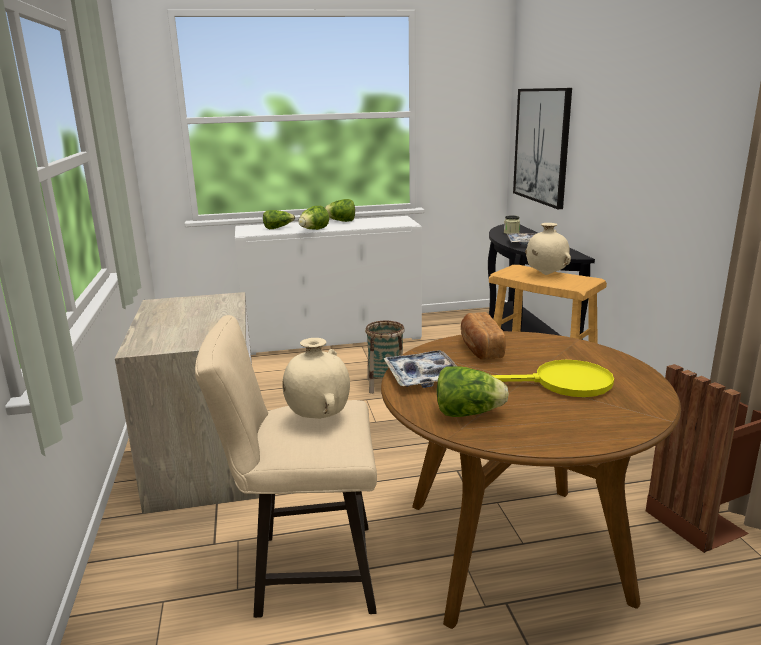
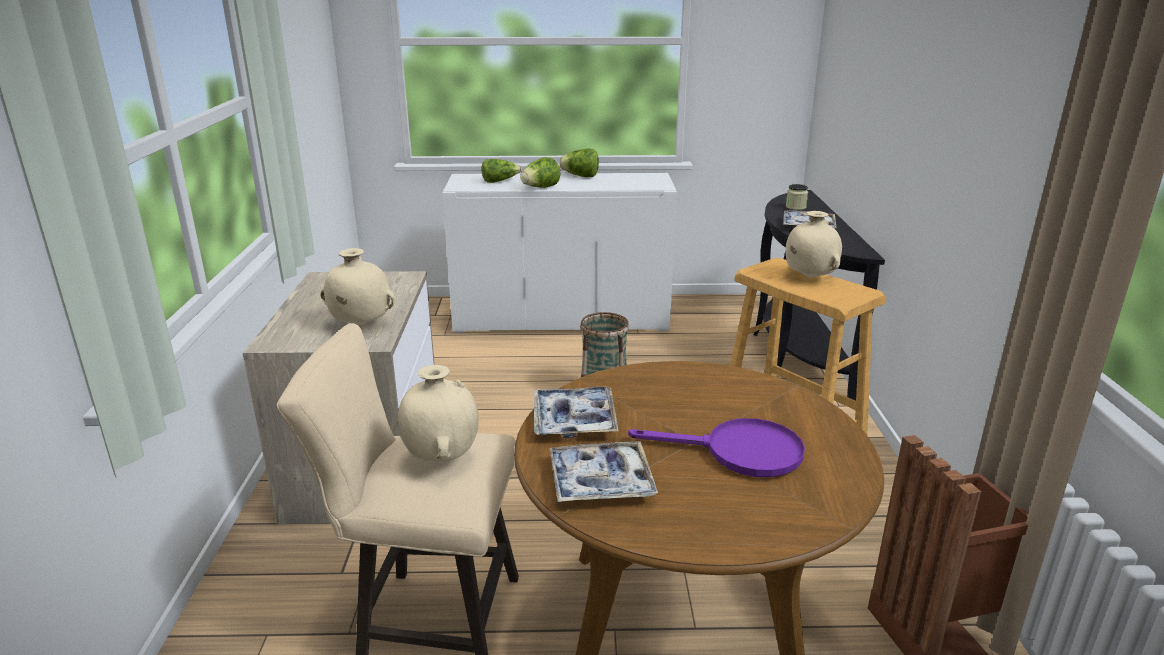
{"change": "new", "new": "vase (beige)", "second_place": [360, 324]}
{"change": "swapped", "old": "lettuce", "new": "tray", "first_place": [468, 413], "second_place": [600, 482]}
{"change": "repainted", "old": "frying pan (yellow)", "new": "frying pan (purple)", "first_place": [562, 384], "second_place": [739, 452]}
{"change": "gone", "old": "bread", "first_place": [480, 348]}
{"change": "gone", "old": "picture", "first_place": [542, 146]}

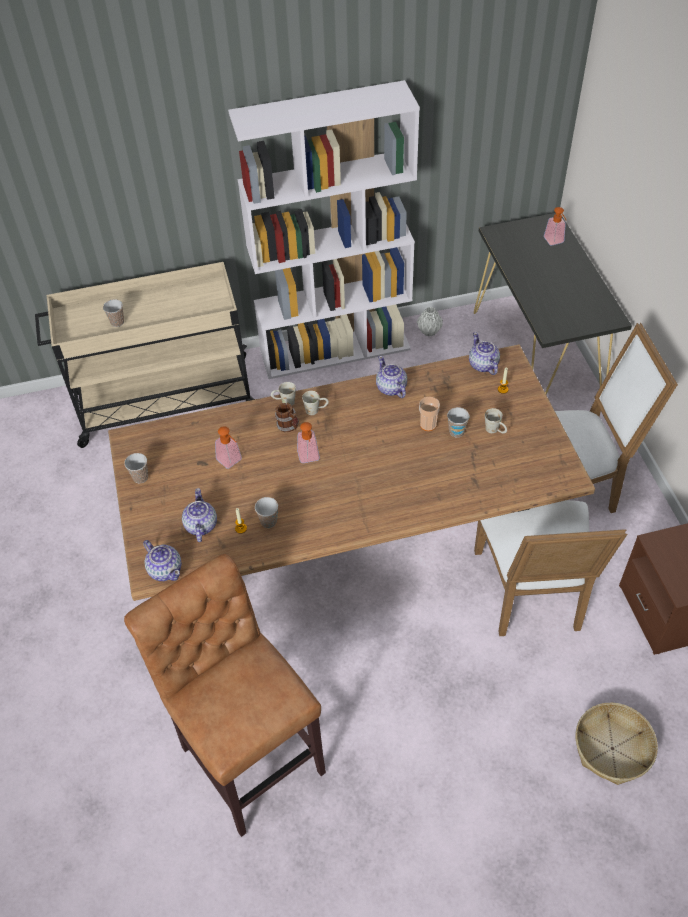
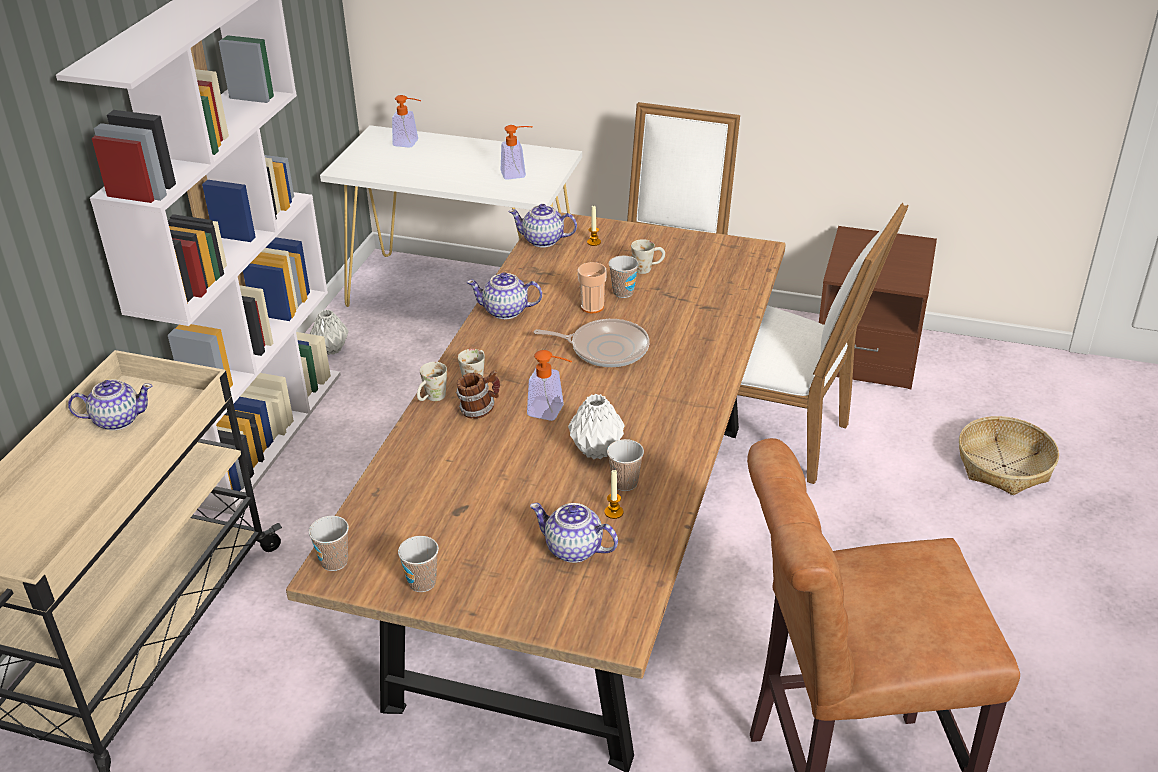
{"change": "shifted", "old": "teapot", "first_place": [165, 569], "second_place": [117, 420]}
{"change": "shifted", "old": "cup", "first_place": [117, 322], "second_place": [334, 562]}
{"change": "repainted", "old": "console table (black)", "new": "console table (white)", "first_place": [536, 358], "second_place": [464, 295]}
{"change": "shifted", "old": "soap dispenser", "first_place": [232, 462], "second_place": [518, 174]}
{"change": "new", "new": "frying pan", "second_place": [605, 349]}
{"change": "new", "new": "vase (white)", "second_place": [596, 451]}

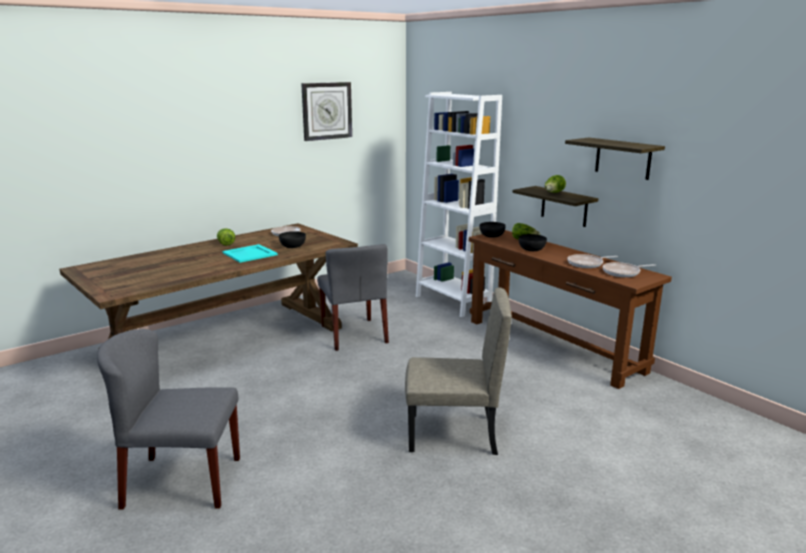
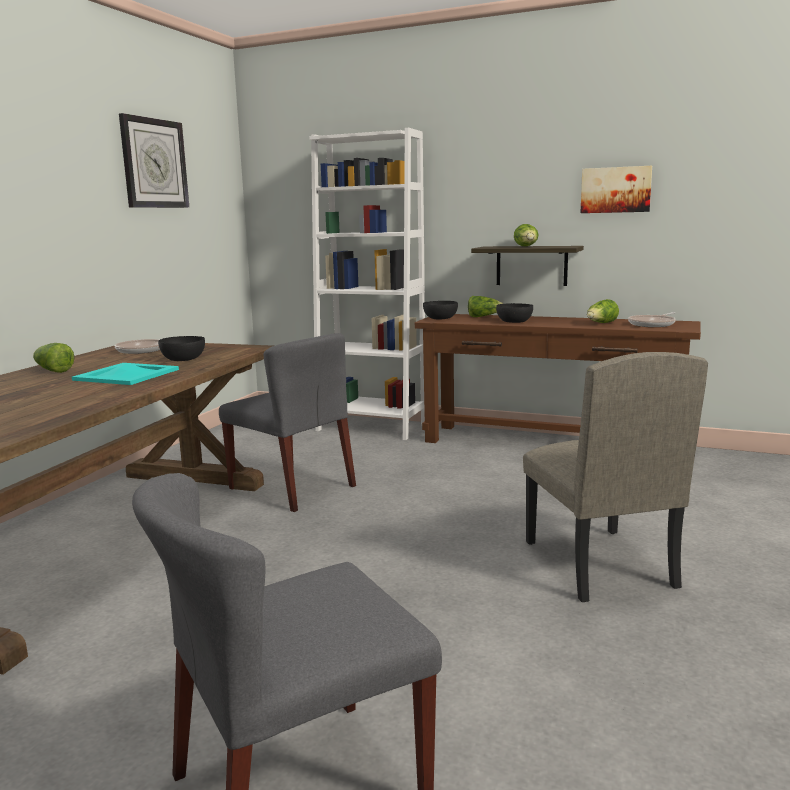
{"change": "rotated", "old": "chair (beige)", "first_place": [452, 434], "second_place": [597, 563], "degrees": 105}
{"change": "swapped", "old": "shelf", "new": "picture", "first_place": [623, 158], "second_place": [616, 190]}
{"change": "swapped", "old": "frying pan", "new": "lettuce", "first_place": [587, 264], "second_place": [601, 323]}

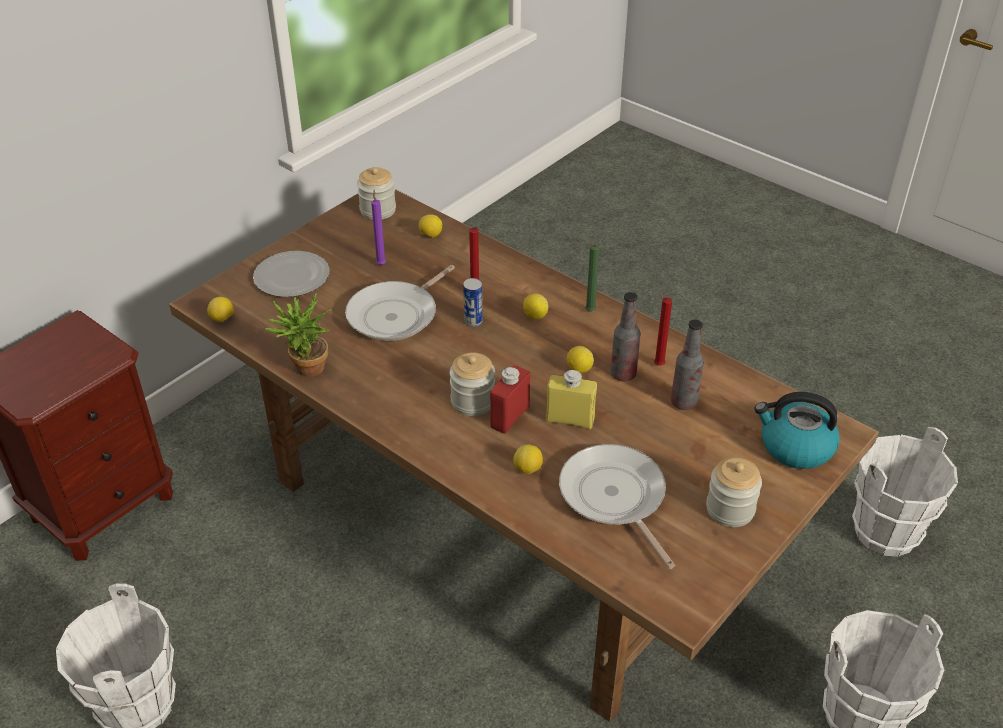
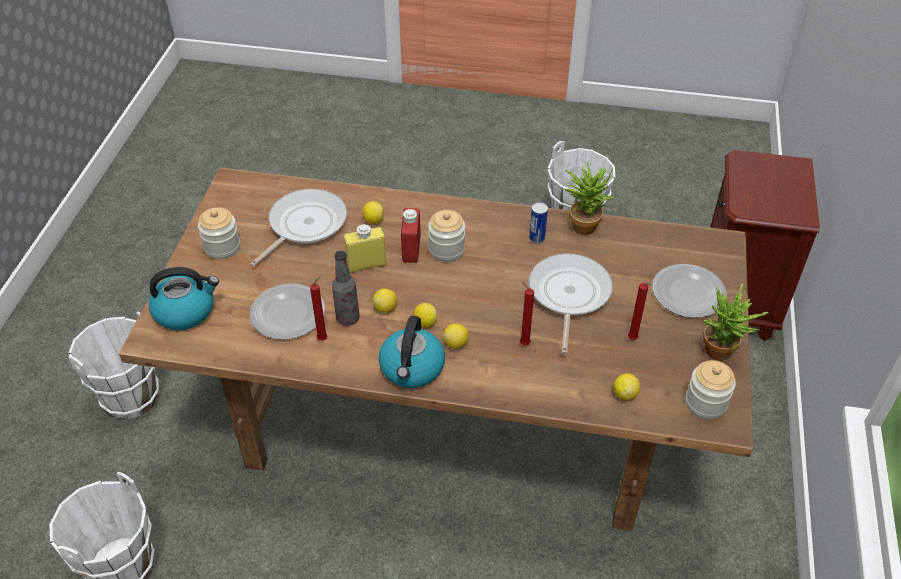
{"change": "rotated", "old": "frying pan", "first_place": [614, 498], "second_place": [304, 225], "degrees": -90}
{"change": "swapped", "old": "bottle", "new": "plate", "first_place": [683, 402], "second_place": [287, 313]}
{"change": "swapped", "old": "candle (green)", "new": "kettle", "first_place": [589, 312], "second_place": [412, 368]}
{"change": "shifted", "old": "lemon", "first_place": [222, 319], "second_place": [425, 323]}
{"change": "shifted", "old": "can", "first_place": [473, 321], "second_place": [537, 238]}
{"change": "repainted", "old": "candle (purple)", "new": "candle (red)", "first_place": [381, 263], "second_place": [633, 340]}
{"change": "new", "new": "potted plant", "second_place": [722, 354]}

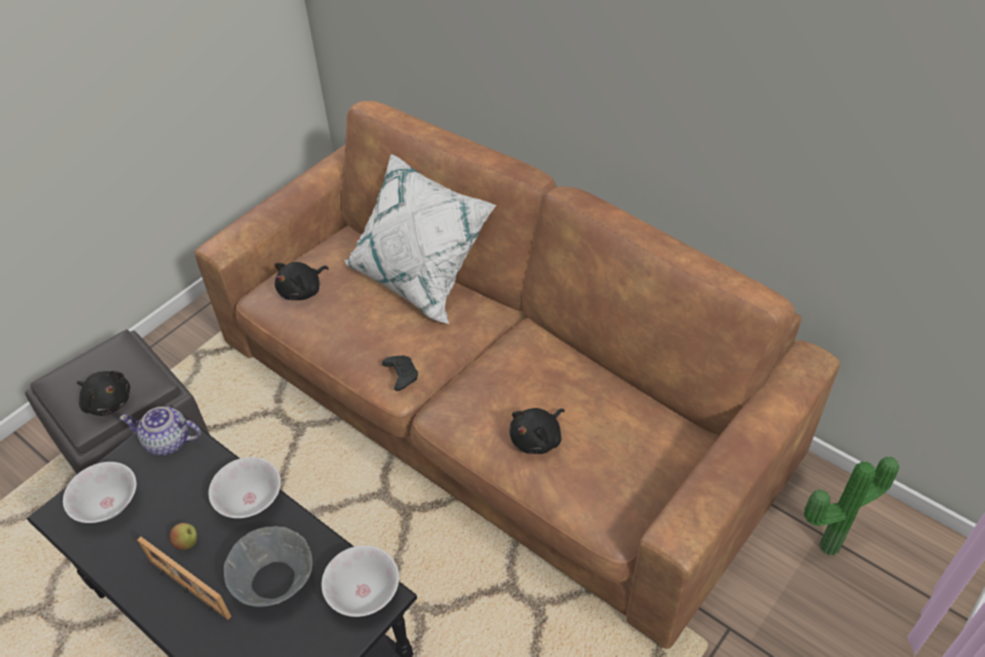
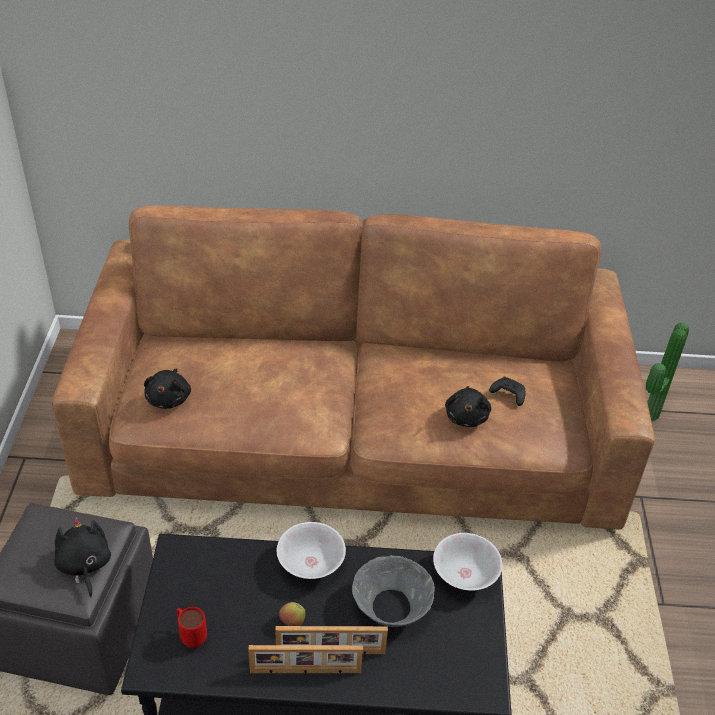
{"change": "rotated", "old": "plush toy (black)", "first_place": [108, 401], "second_place": [84, 565], "degrees": -105}
{"change": "swapped", "old": "bowl (white)", "new": "mug (red)", "first_place": [108, 505], "second_place": [190, 636]}
{"change": "new", "new": "picture frame", "second_place": [305, 672]}
{"change": "shifted", "old": "game controller (black)", "first_place": [401, 375], "second_place": [507, 394]}
{"change": "gone", "old": "teapot", "first_place": [168, 442]}
{"change": "gone", "old": "pillow (white)", "first_place": [420, 277]}

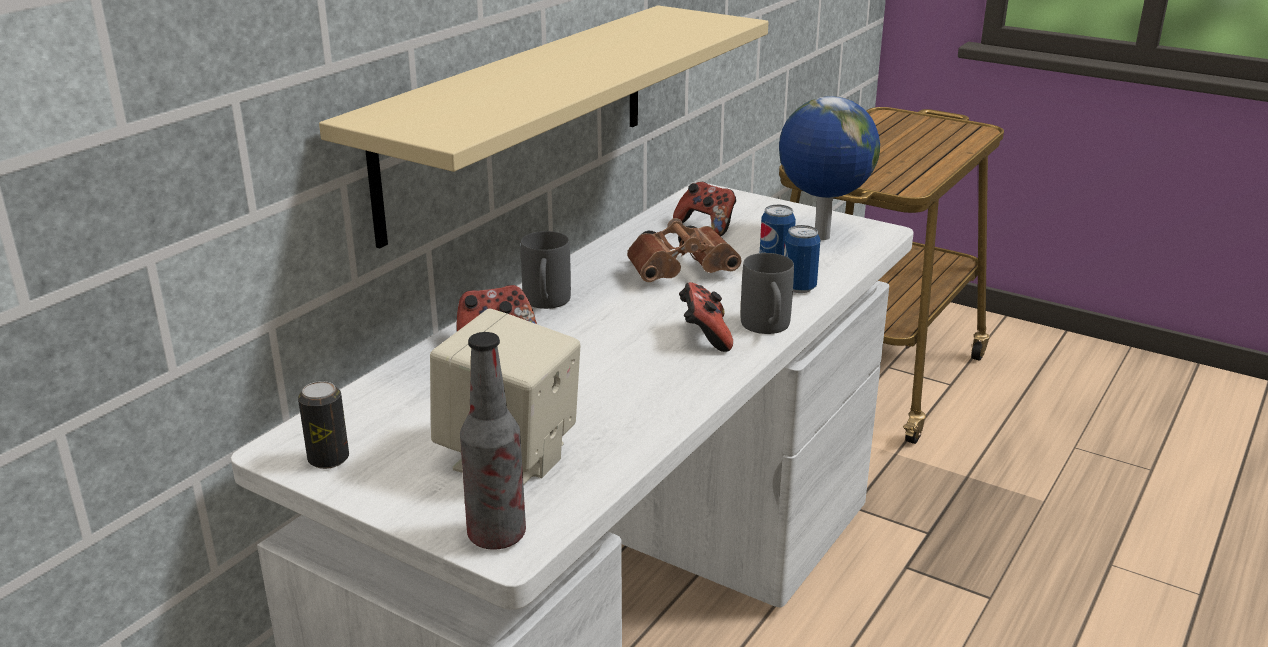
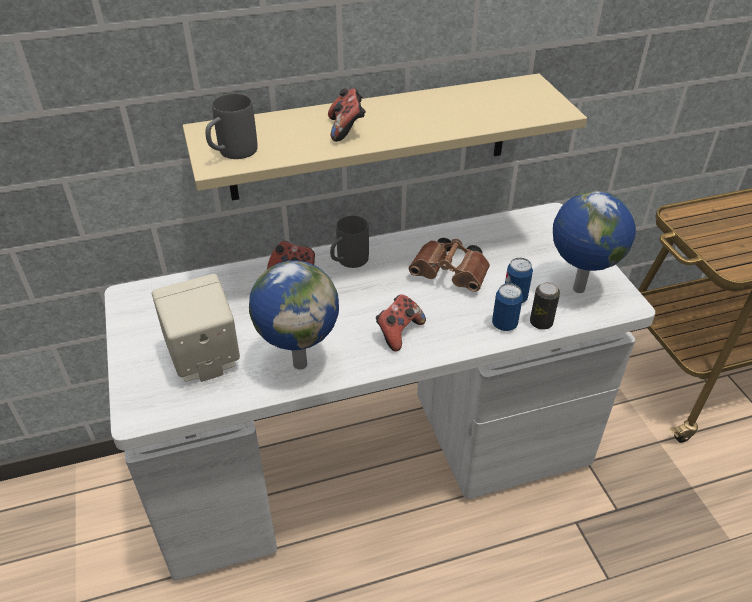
{"change": "shifted", "old": "mug (grey)", "first_place": [767, 328], "second_place": [232, 154]}
{"change": "new", "new": "globe", "second_place": [300, 363]}
{"change": "shifted", "old": "game controller", "first_place": [707, 226], "second_place": [346, 129]}
{"change": "shifted", "old": "can", "first_place": [328, 459], "second_place": [541, 322]}
{"change": "gone", "old": "bottle", "first_place": [496, 535]}

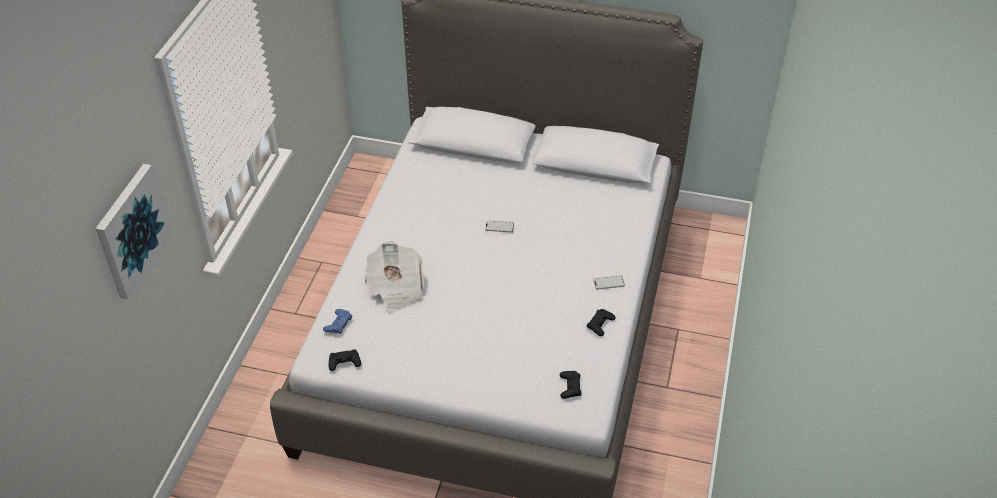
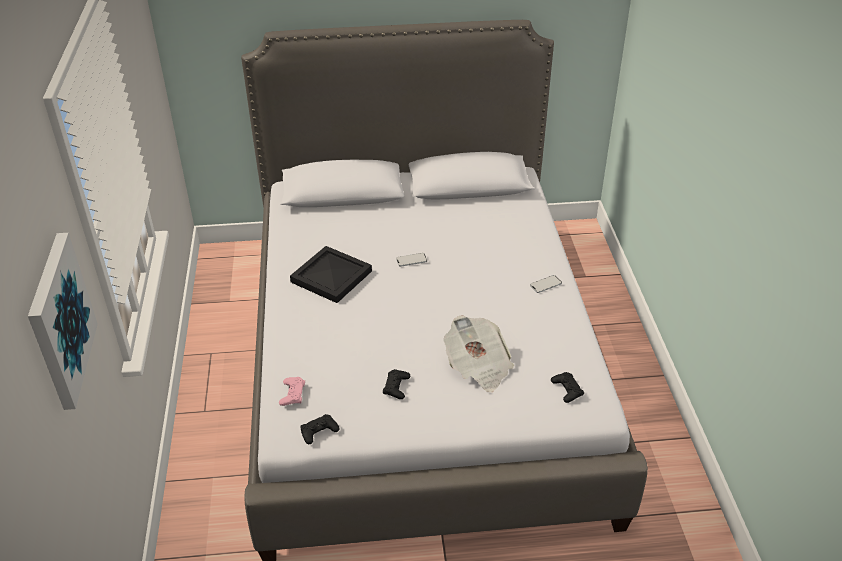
{"change": "repainted", "old": "game controller (blue)", "new": "game controller (pink)", "first_place": [338, 324], "second_place": [292, 394]}
{"change": "new", "new": "tray (black)", "second_place": [332, 276]}
{"change": "shifted", "old": "game controller (black)", "first_place": [600, 324], "second_place": [396, 387]}
{"change": "shifted", "old": "newspaper", "first_place": [396, 288], "second_place": [478, 367]}

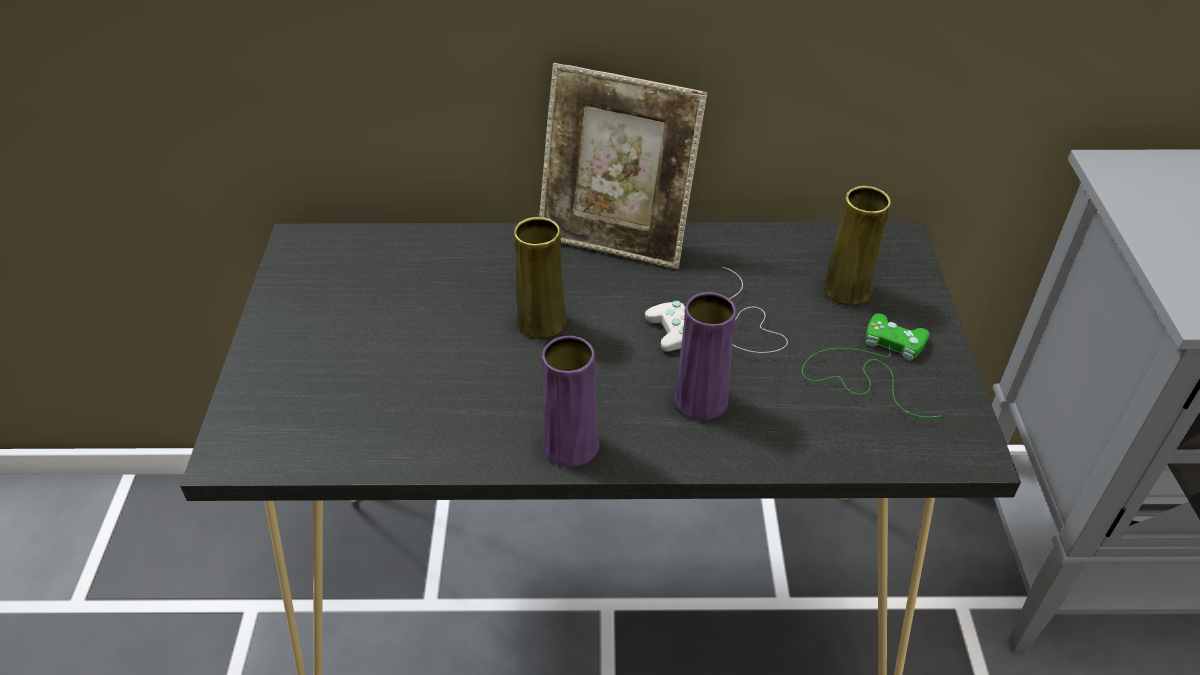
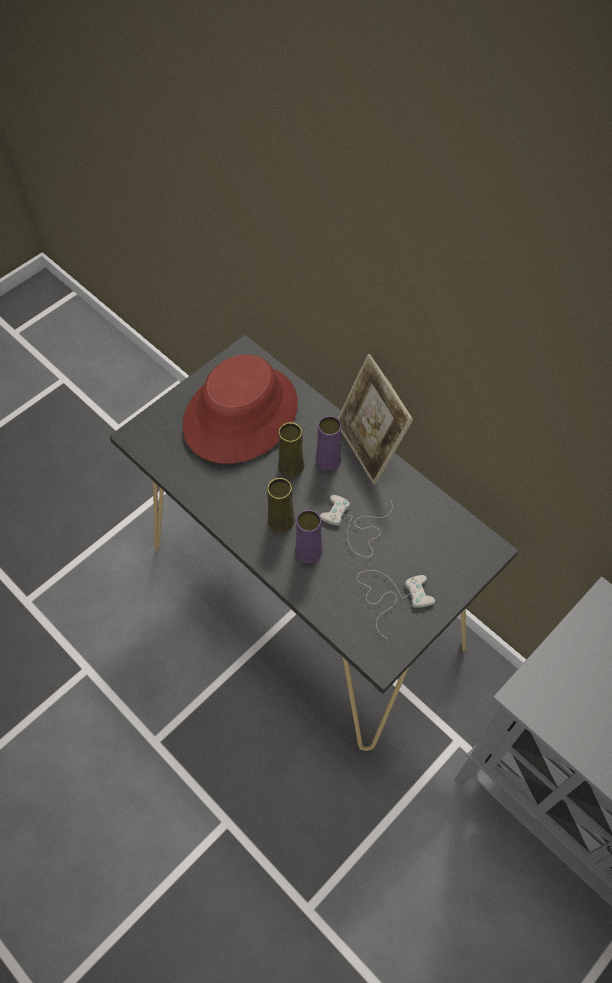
{"change": "new", "new": "hat (red)", "second_place": [240, 414]}
{"change": "shifted", "old": "vase (yellow)", "first_place": [847, 290], "second_place": [281, 520]}
{"change": "shifted", "old": "vase (purple)", "first_place": [571, 446], "second_place": [328, 460]}
{"change": "repainted", "old": "game controller (green)", "new": "game controller (white)", "first_place": [869, 367], "second_place": [391, 595]}

